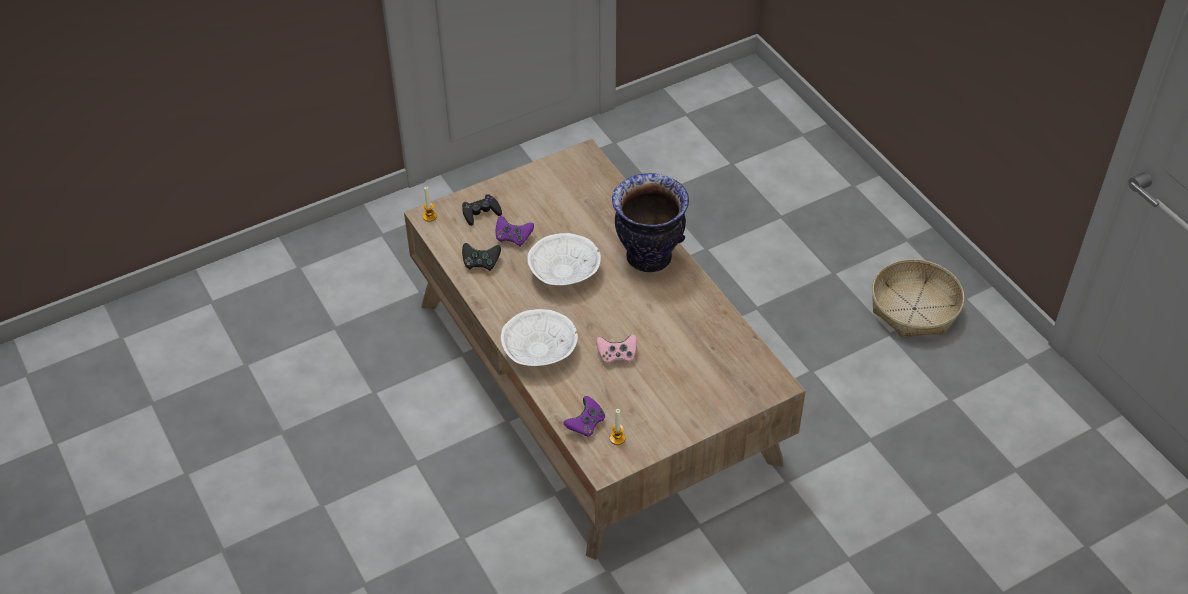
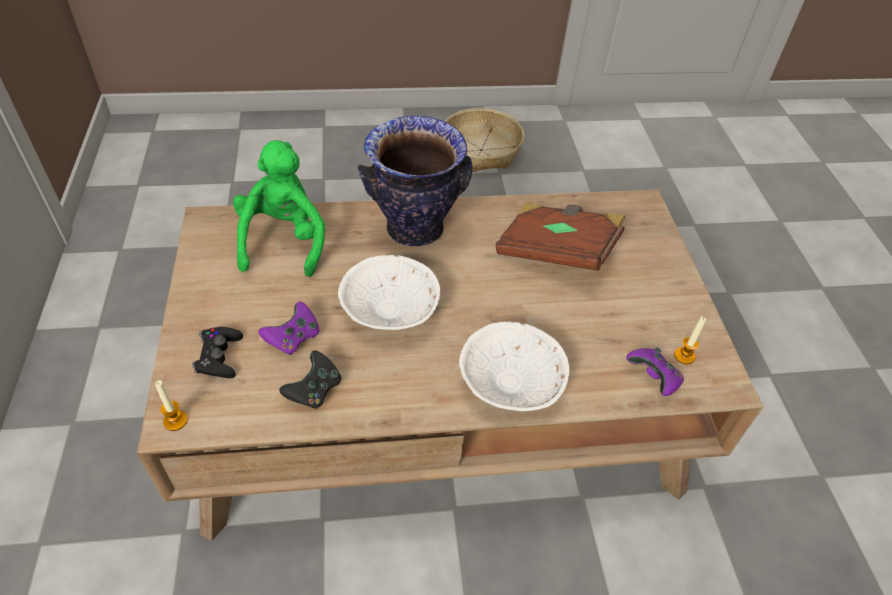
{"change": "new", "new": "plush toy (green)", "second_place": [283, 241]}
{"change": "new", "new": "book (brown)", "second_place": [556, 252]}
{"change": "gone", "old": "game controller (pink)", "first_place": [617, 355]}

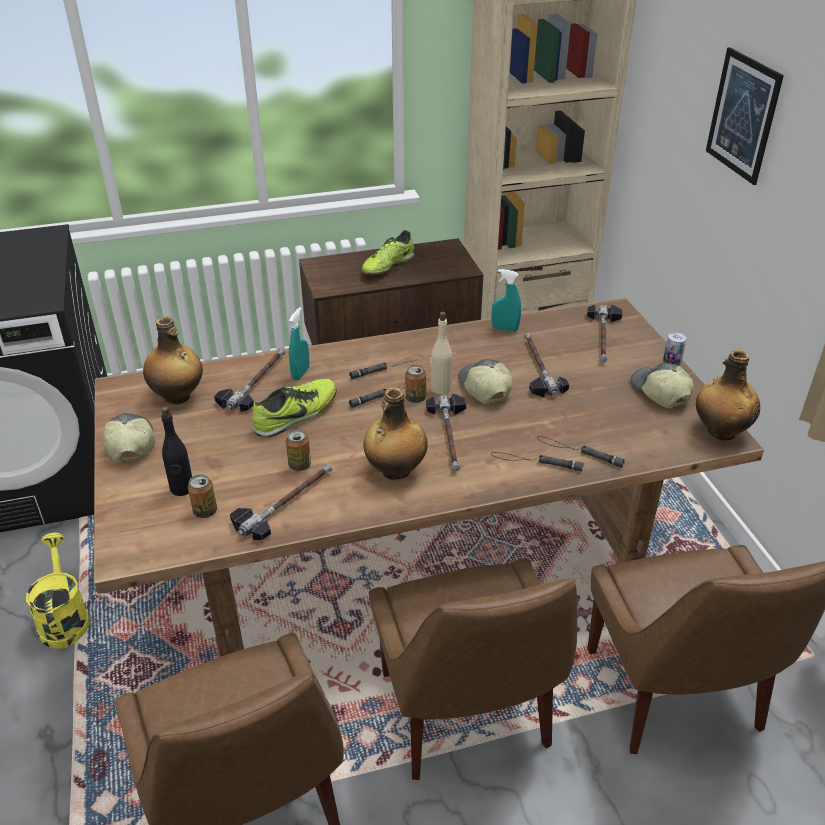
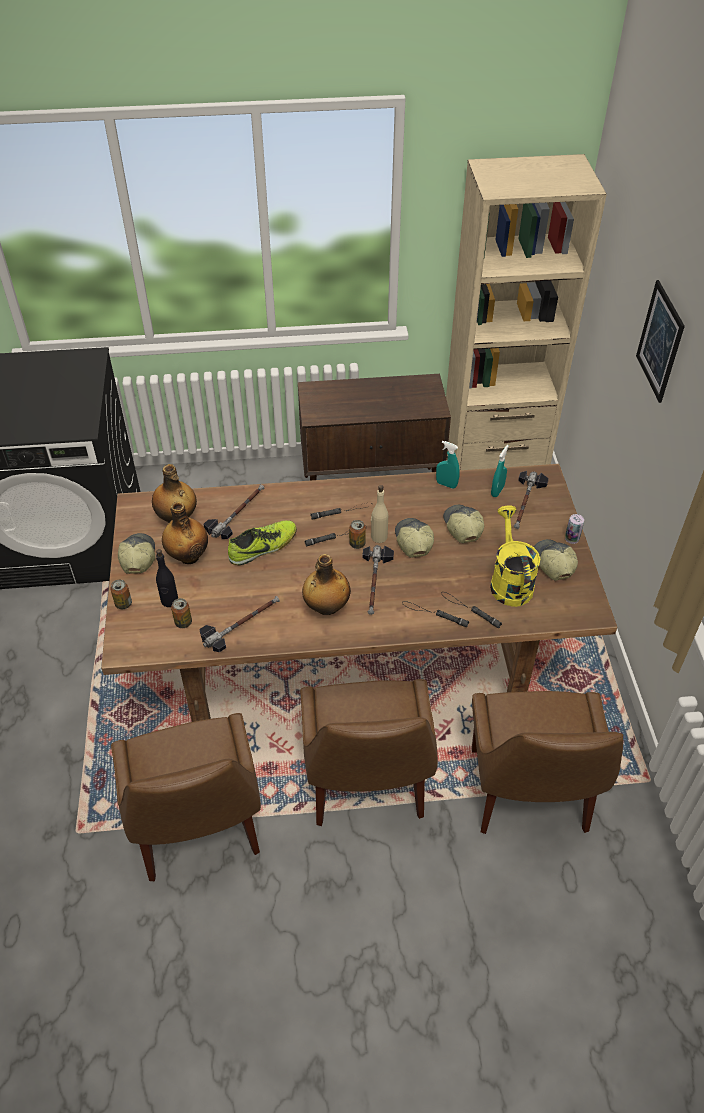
{"change": "shifted", "old": "can", "first_place": [299, 465], "second_place": [123, 604]}
{"change": "shifted", "old": "bottle", "first_place": [720, 431], "second_place": [188, 556]}
{"change": "swapped", "old": "hammer", "new": "cap", "first_place": [538, 368], "second_place": [462, 527]}
{"change": "shifted", "old": "watering can (yellow)", "first_place": [64, 618], "second_place": [509, 581]}
{"change": "shifted", "old": "spray bottle (turquoise)", "first_place": [300, 373], "second_place": [497, 491]}
{"change": "gone", "old": "shoe", "first_place": [387, 266]}

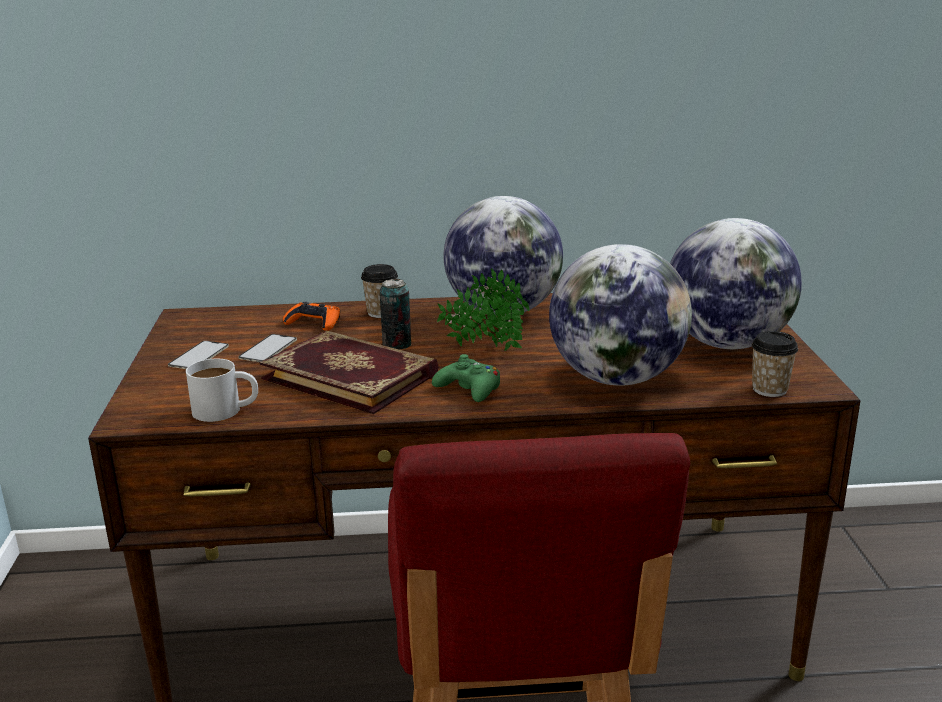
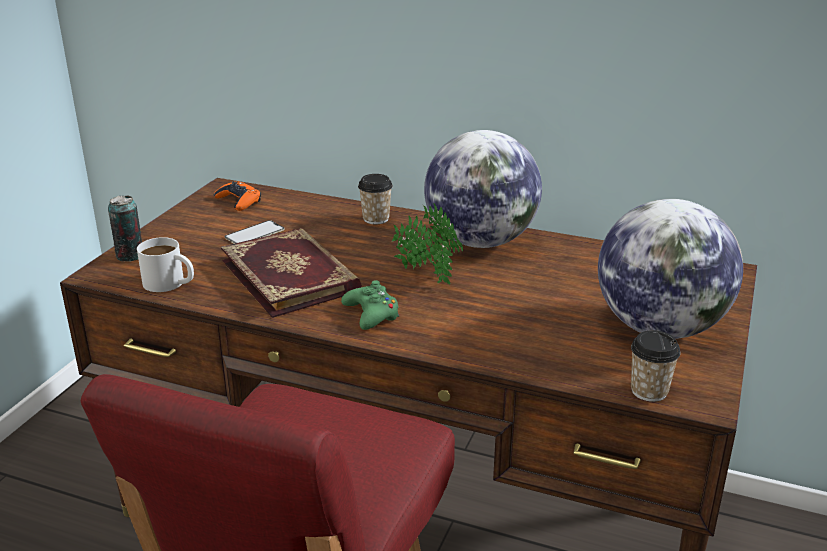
{"change": "shifted", "old": "can", "first_place": [396, 345], "second_place": [130, 256]}
{"change": "shifted", "old": "game controller (orange)", "first_place": [314, 323], "second_place": [238, 201]}
{"change": "gone", "old": "phone", "first_place": [199, 356]}
{"change": "gone", "old": "globe", "first_place": [616, 378]}

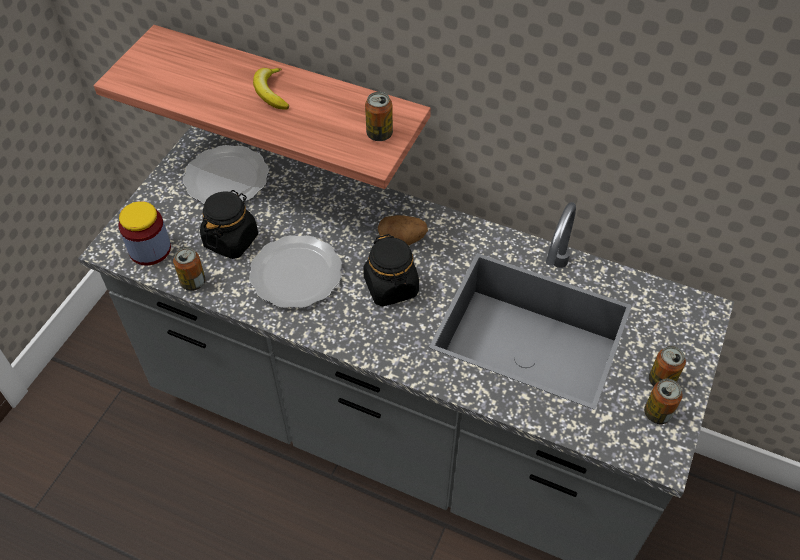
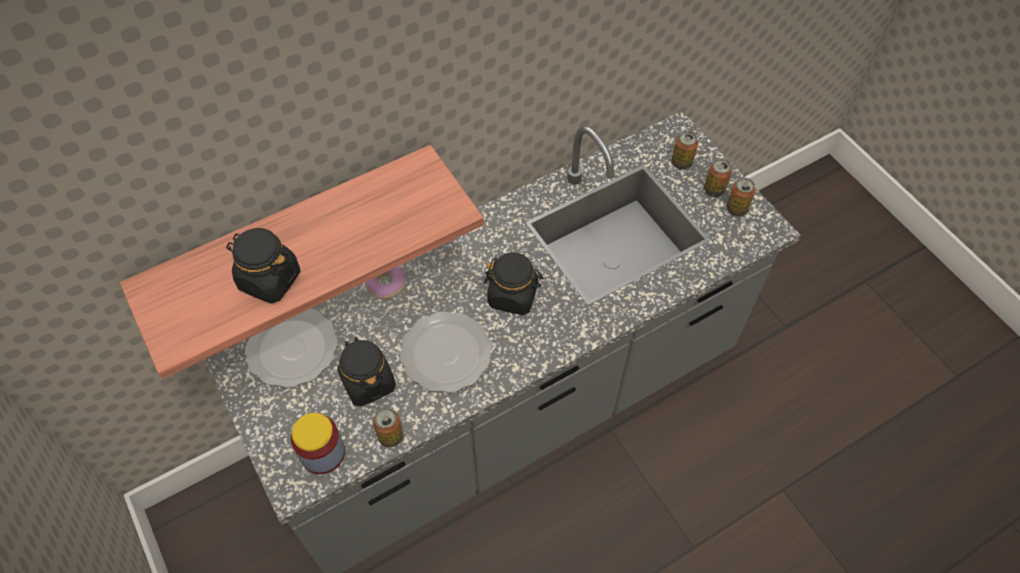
{"change": "new", "new": "jar (black)", "second_place": [269, 279]}
{"change": "new", "new": "donut", "second_place": [386, 284]}
{"change": "shifted", "old": "can", "first_place": [379, 134], "second_place": [681, 163]}
{"change": "gone", "old": "banana", "first_place": [271, 92]}
{"change": "gone", "old": "potato", "first_place": [402, 239]}

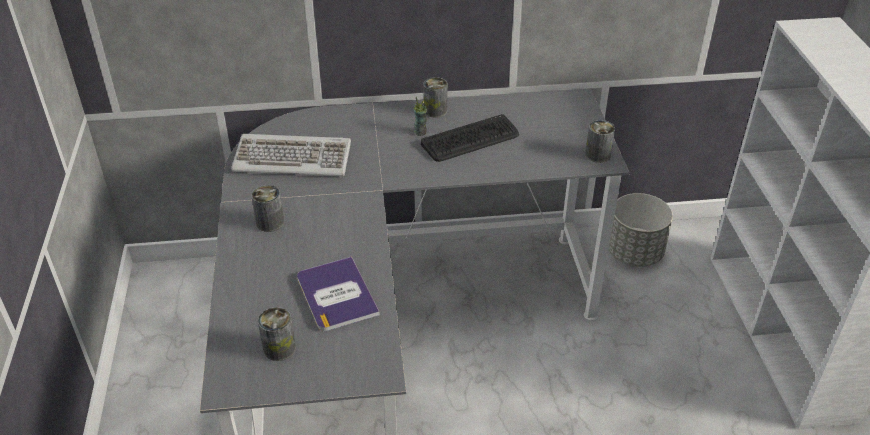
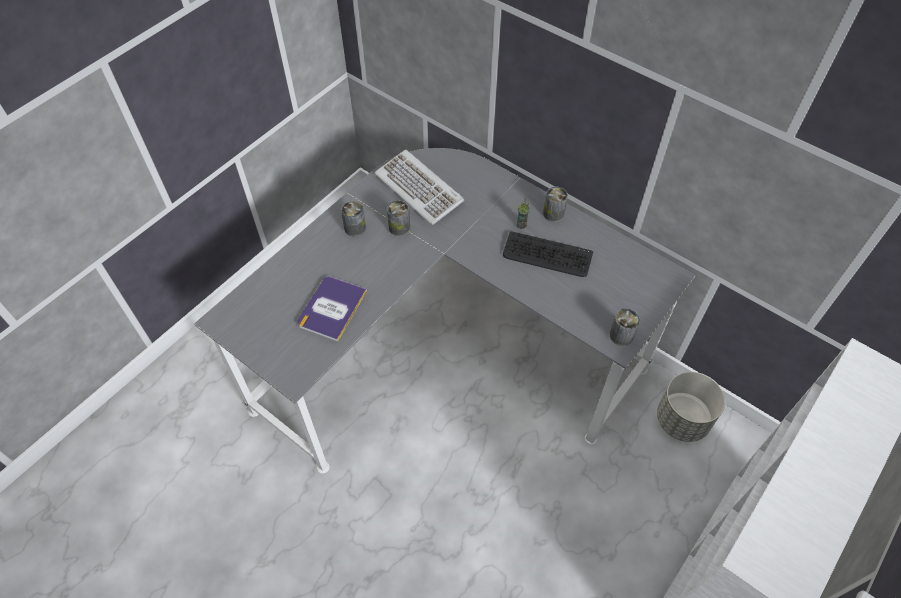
{"change": "shifted", "old": "can", "first_place": [279, 348], "second_place": [399, 227]}

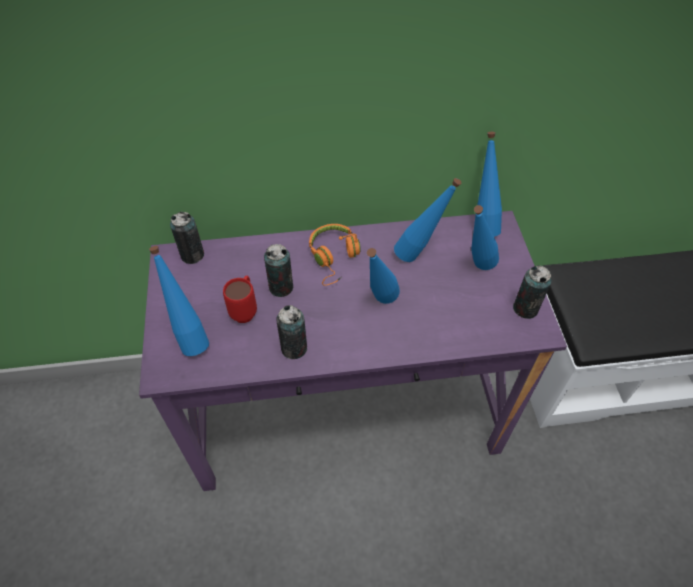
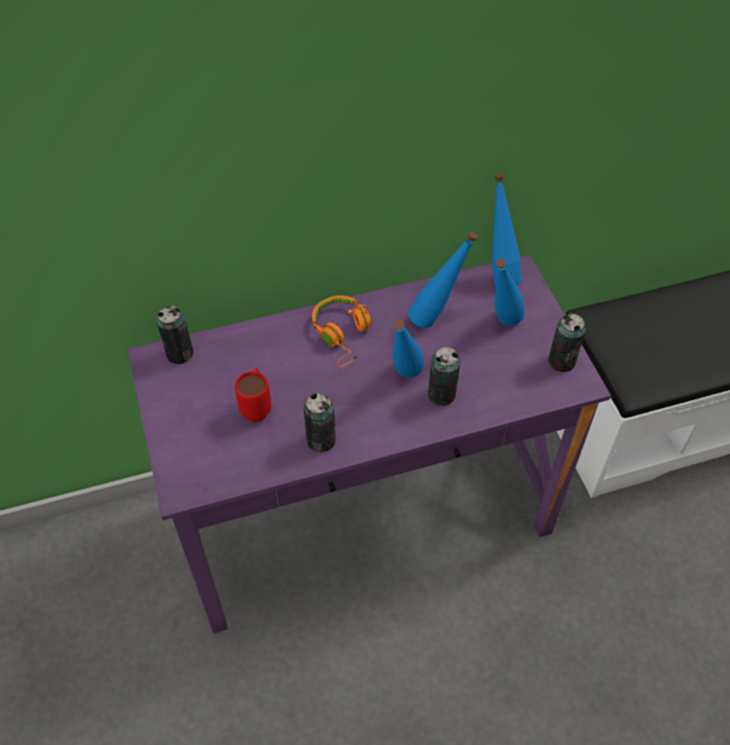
{"change": "shifted", "old": "can", "first_place": [281, 287], "second_place": [441, 394]}
{"change": "gone", "old": "bottle (blue)", "first_place": [190, 337]}

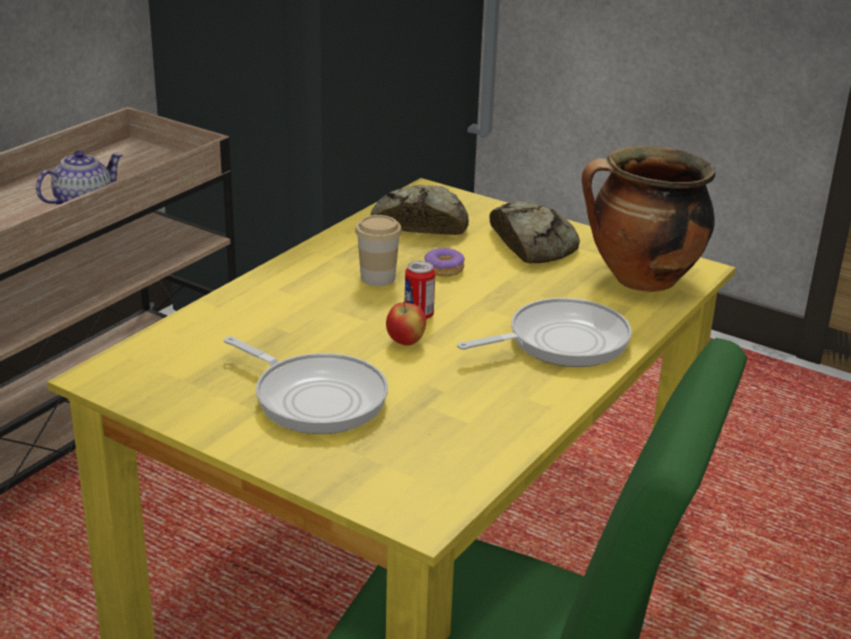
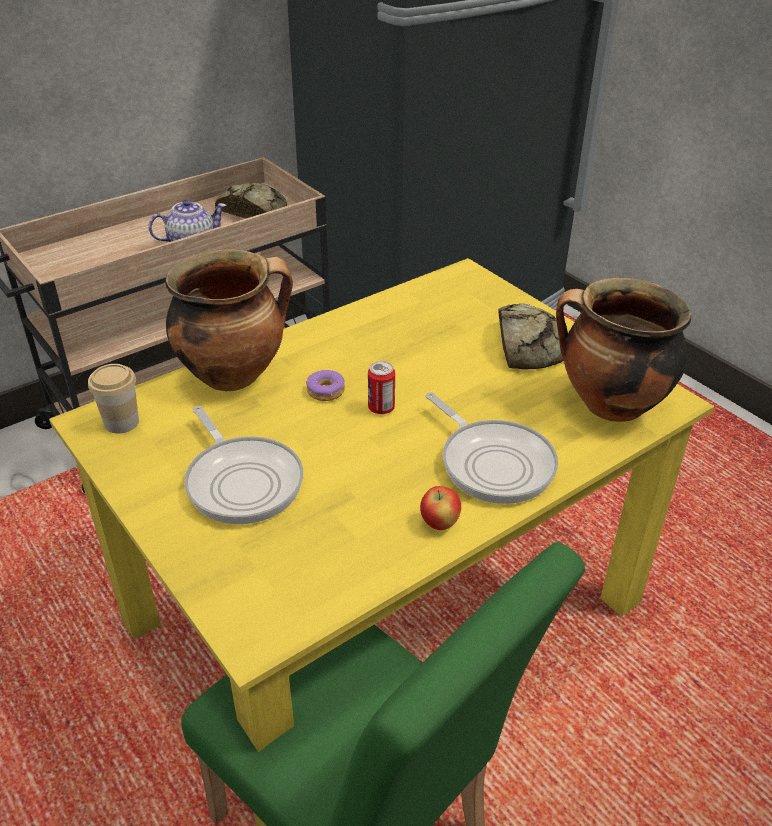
{"change": "shifted", "old": "cup", "first_place": [378, 278], "second_place": [121, 422]}
{"change": "new", "new": "cooking pot", "second_place": [235, 374]}
{"change": "shifted", "old": "bread", "first_place": [419, 223], "second_place": [254, 211]}
{"change": "shifted", "old": "donut", "first_place": [444, 269], "second_place": [326, 391]}
{"change": "shifted", "old": "apple", "first_place": [406, 342], "second_place": [439, 523]}
{"change": "rotated", "old": "frying pan", "first_place": [561, 342], "second_place": [493, 463], "degrees": 60}

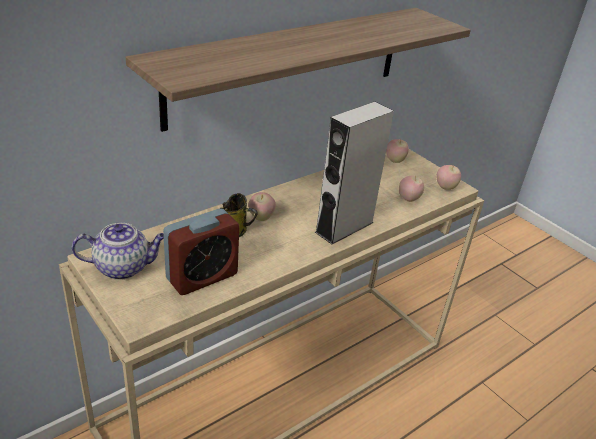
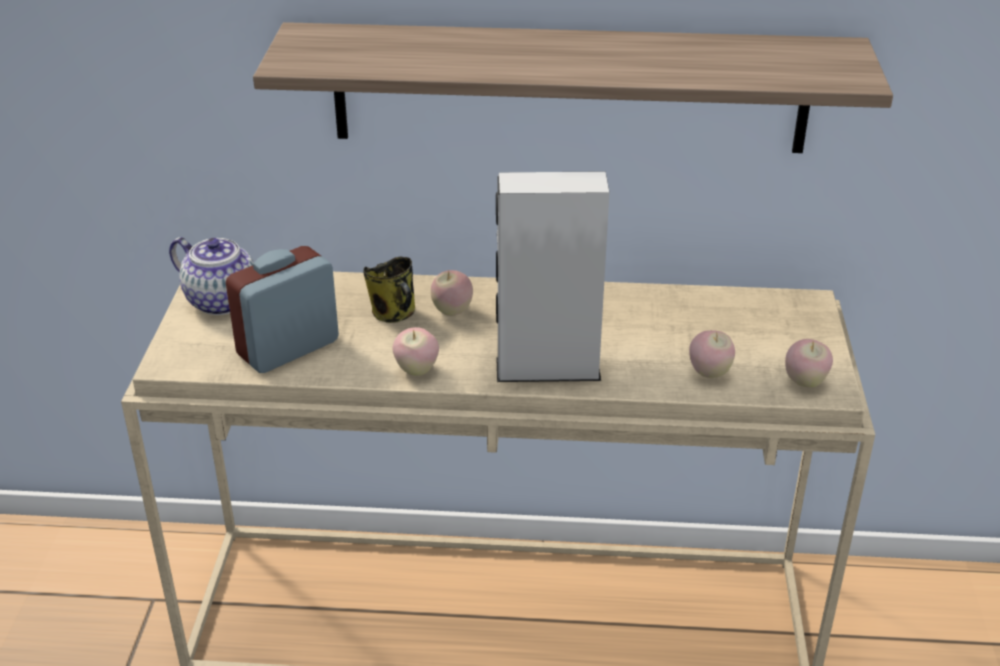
{"change": "rotated", "old": "alarm clock", "first_place": [202, 277], "second_place": [288, 348], "degrees": 135}
{"change": "shifted", "old": "apple", "first_place": [395, 161], "second_place": [416, 370]}

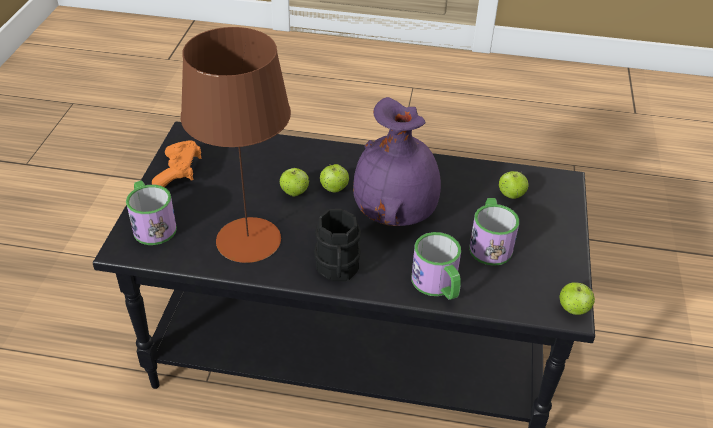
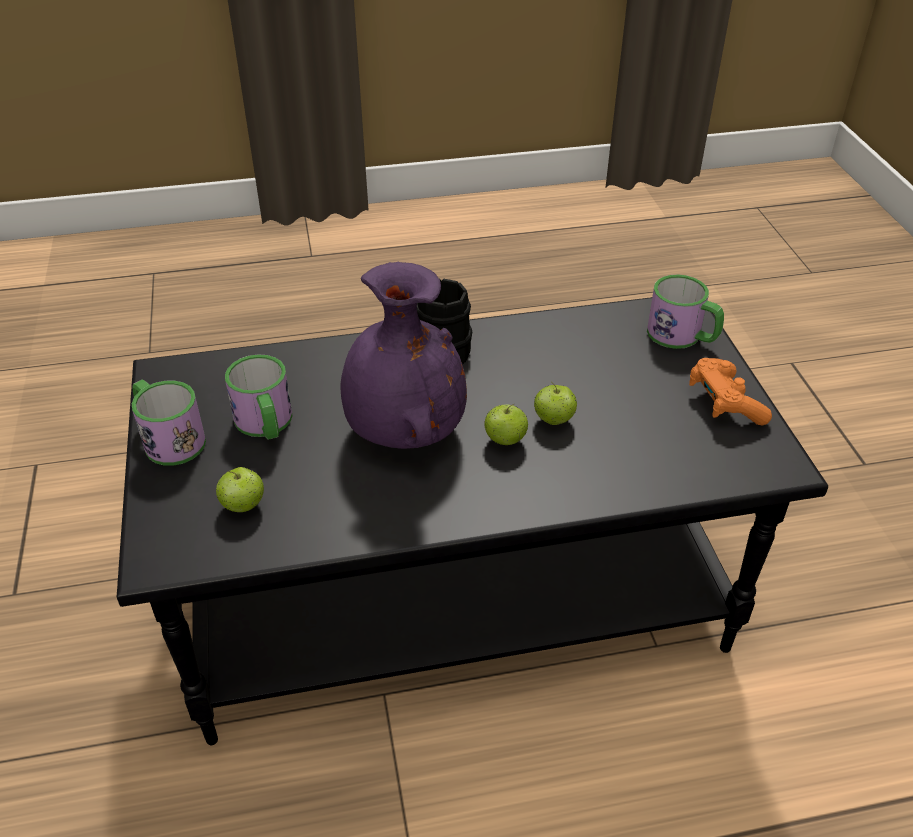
{"change": "shifted", "old": "mug", "first_place": [438, 285], "second_place": [168, 438]}
{"change": "gone", "old": "table lamp (brown)", "first_place": [248, 240]}
{"change": "gone", "old": "apple", "first_place": [573, 309]}

